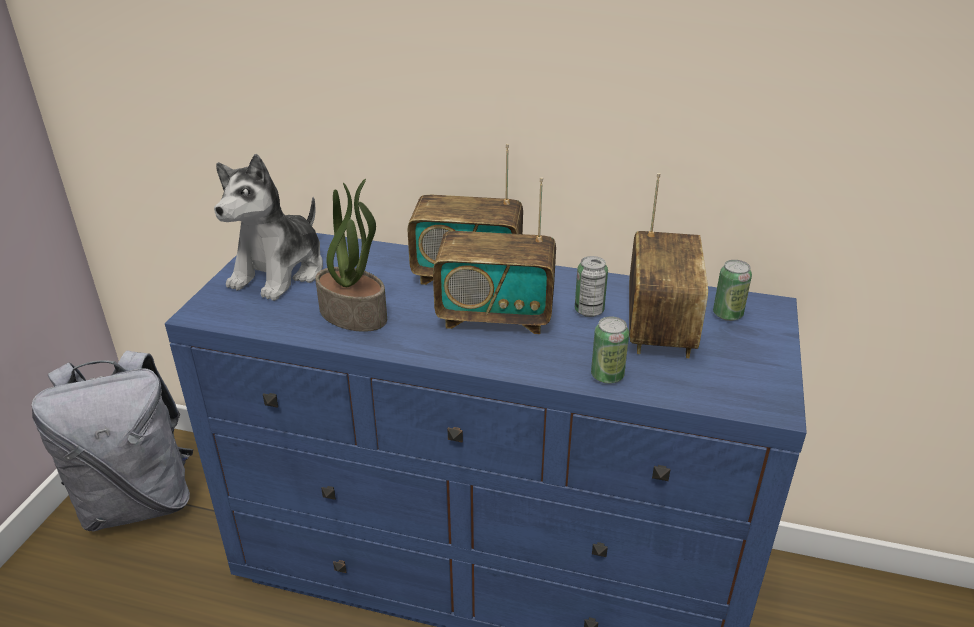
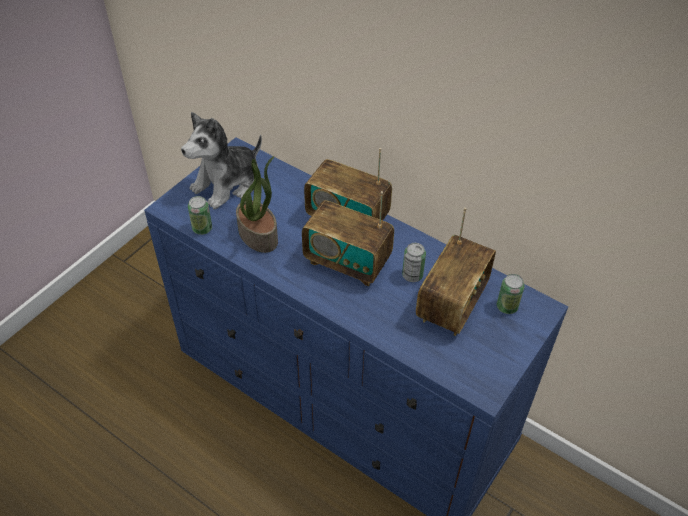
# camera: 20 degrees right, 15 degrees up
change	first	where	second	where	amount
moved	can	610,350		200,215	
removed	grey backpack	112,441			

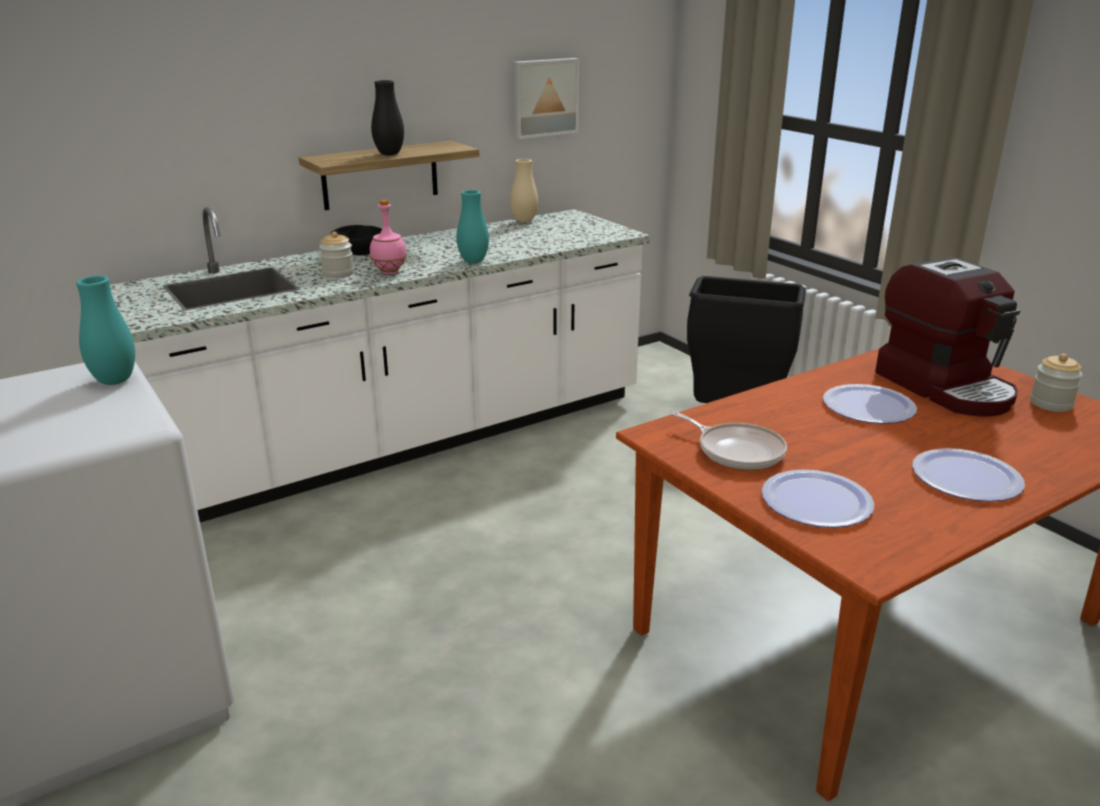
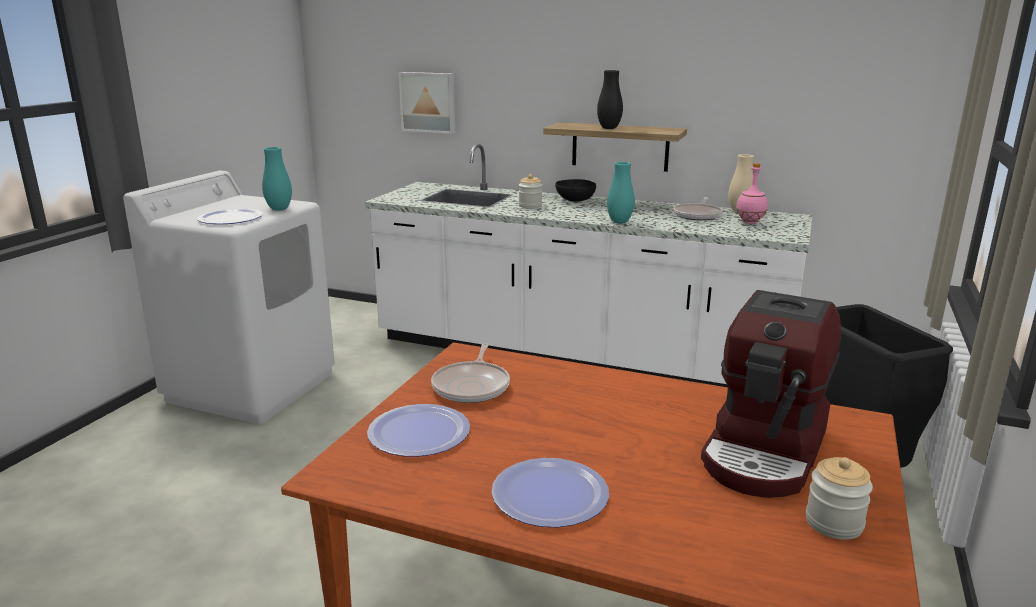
# camera: 55 degrees right, 5 degrees down
change	first	where	second	where	amount
moved	picture	546,98		427,103	
moved	pink bottle	388,237		752,193	
moved	plate	870,404		230,216	
added			frying pan	697,208	

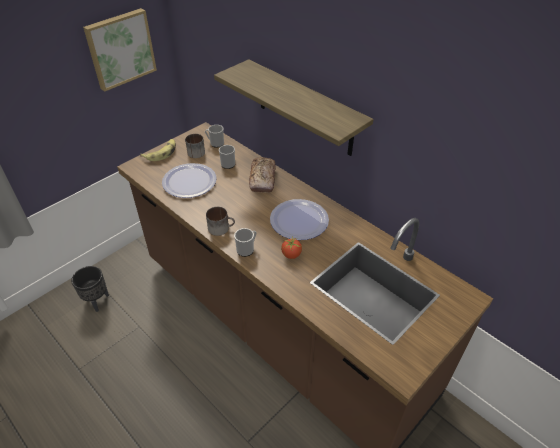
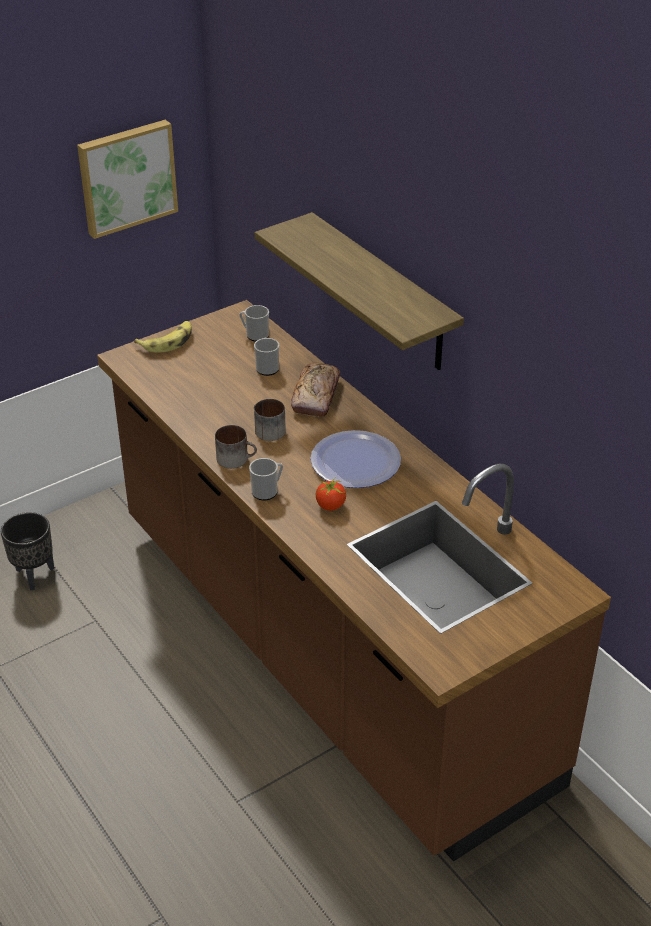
# camera: 10 degrees right, 5 degrees down
change	first	where	second	where	amount
moved	mug	195,146		270,420	
removed	plate	189,180			

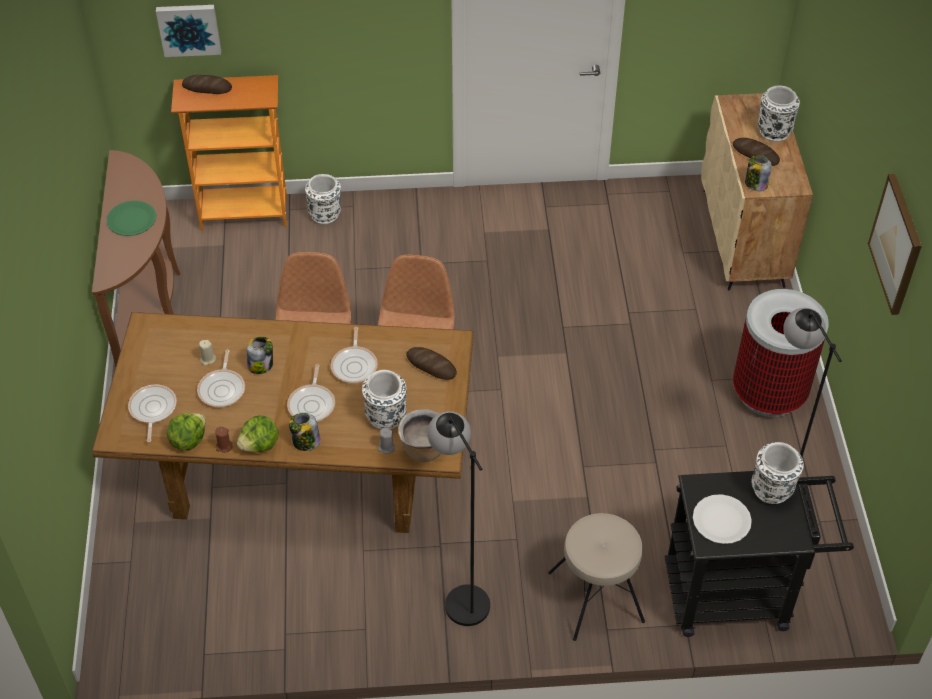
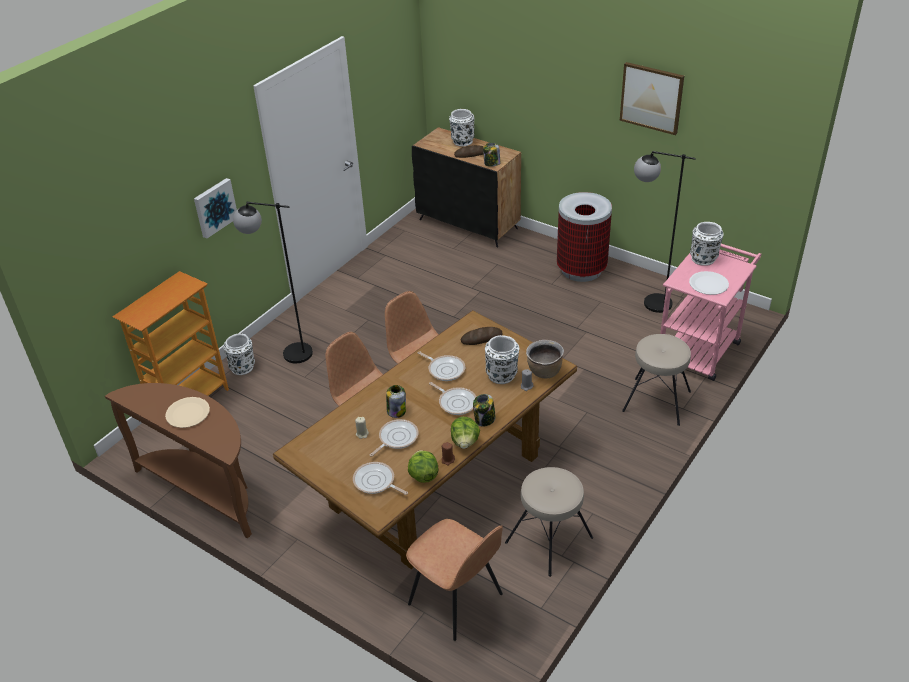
# camera: 50 degrees left, 10 degrees down
change	first	where	second	where	amount
moved	picture	188,31		215,208	
removed	bread	207,84			
recoloured	beige cabinet	757,192	black cabinet	466,187	
recoloured	green plate	131,218	beige plate	187,412	
turned	frying pan	221,378		394,437	90 degrees counterclockwise
moved	black floor lamp	458,518		273,282	
recoloured	black cart	759,554	pink cart	710,312	
added			beige stool	549,522	
added			brown chair	454,580	

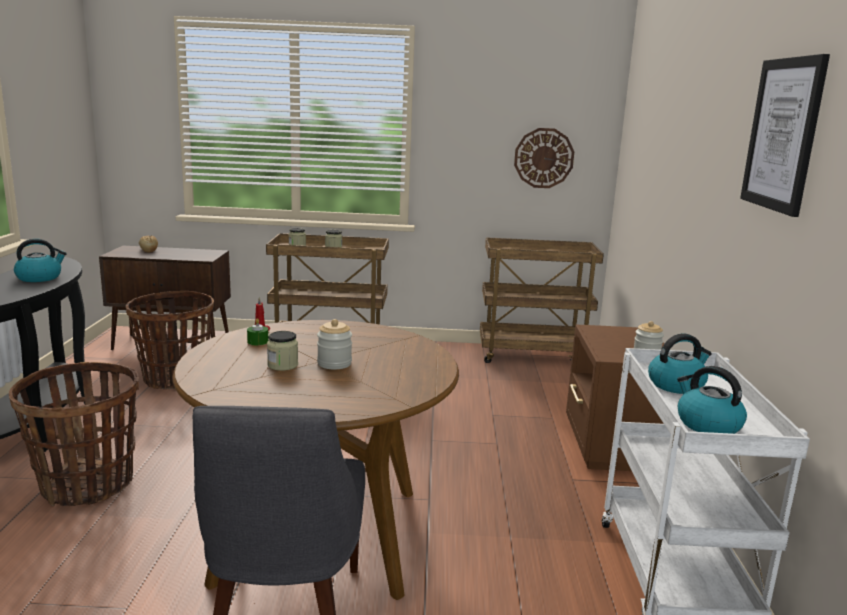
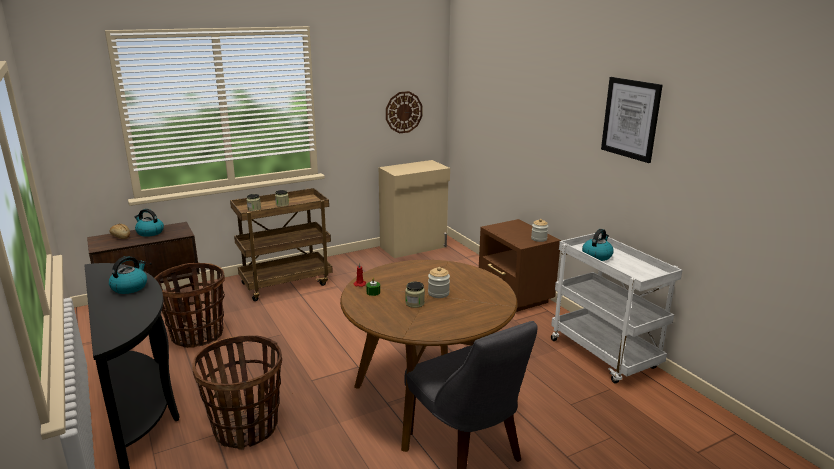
# camera: 30 degrees left, 5 degrees up
change	first	where	second	where	amount
replaced	brown cart	542,300	beige cabinet	414,209	
moved	kettle	712,400		149,223	

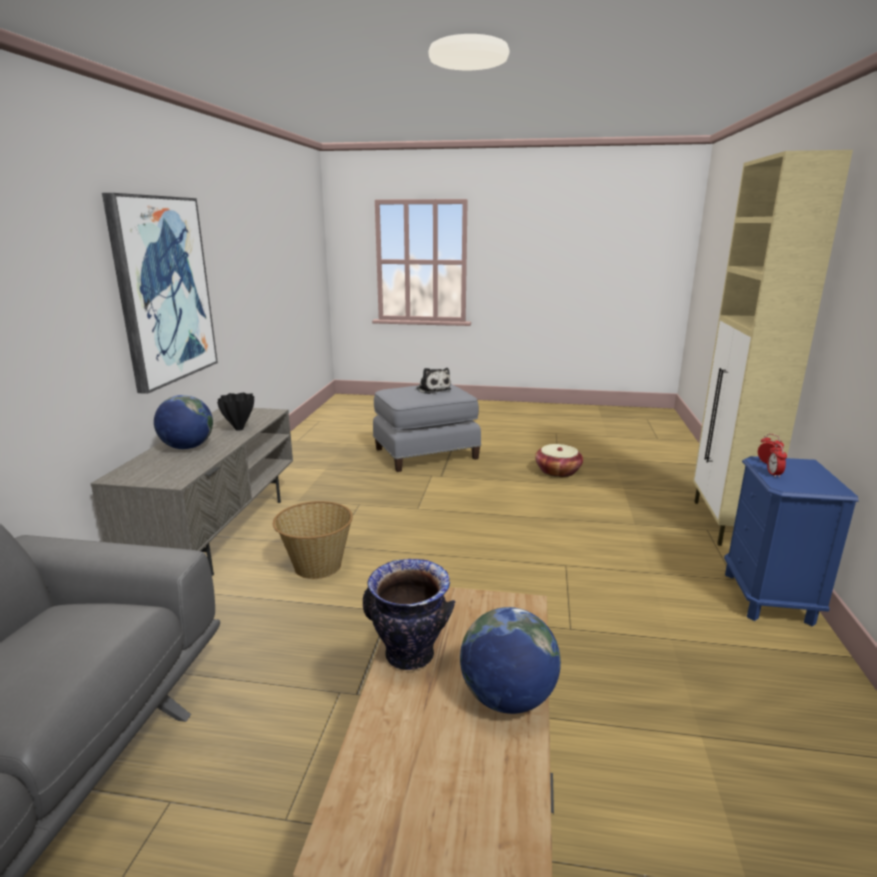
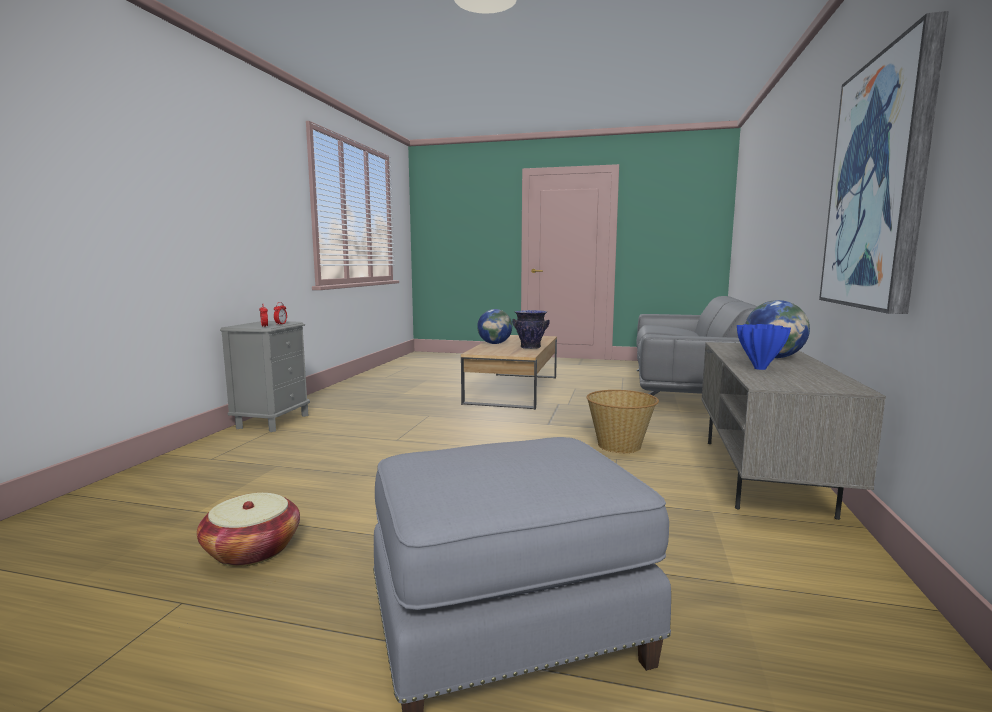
# camera: 175 degrees left, 10 degrees down
change	first	where	second	where	amount
removed	beige cabinet	773,348			
removed	plush toy	434,381			
recoloured	black vase	235,412	blue vase	764,347	
recoloured	blue nightstand	791,541	grey nightstand	265,376	

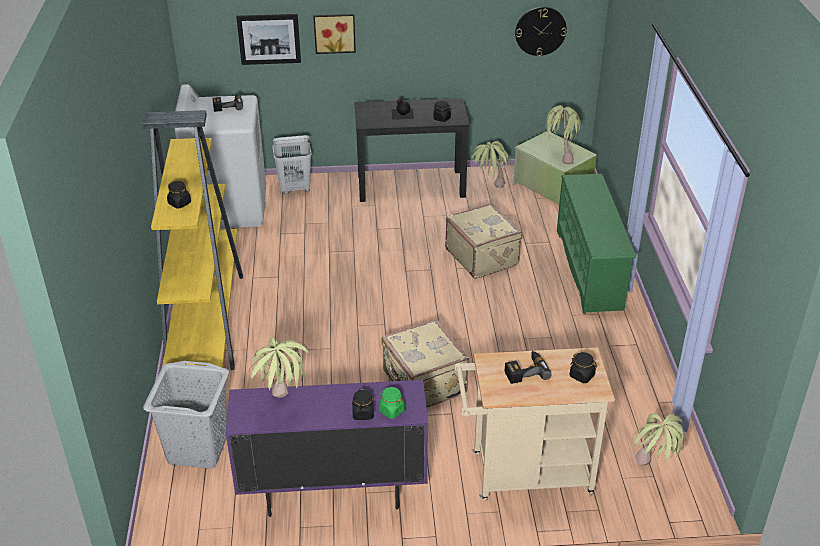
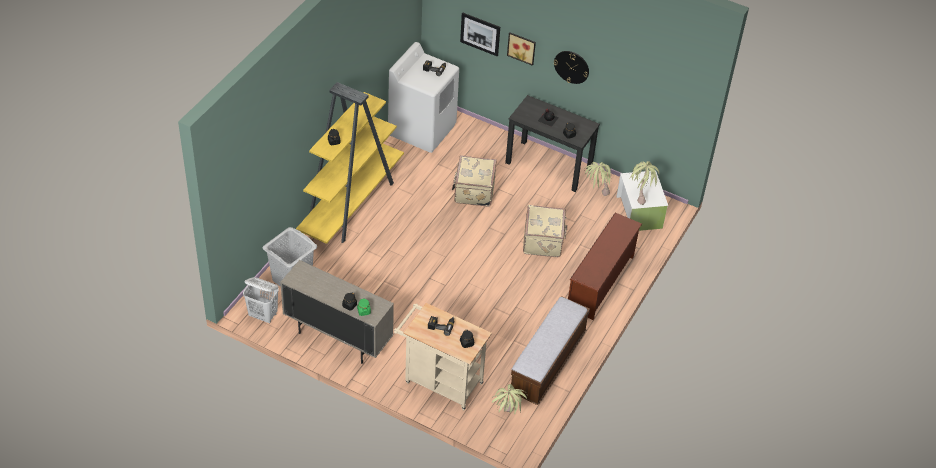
# camera: 30 degrees right, 10 degrees up
change	first	where	second	where	amount
moved	wall clock	541,31		571,67	
recoloured	green storage box	555,167	white storage box	642,200	
moved	white laundry basket	292,164		261,300	
recoloured	green shoe rack	596,244	brown shoe rack	605,266	
moved	beige suitcase	425,363		474,181	
removed	potted plant	279,367			
recoloured	purple cabinet	326,448	beige cabinet	337,312	
added			bench	550,350	

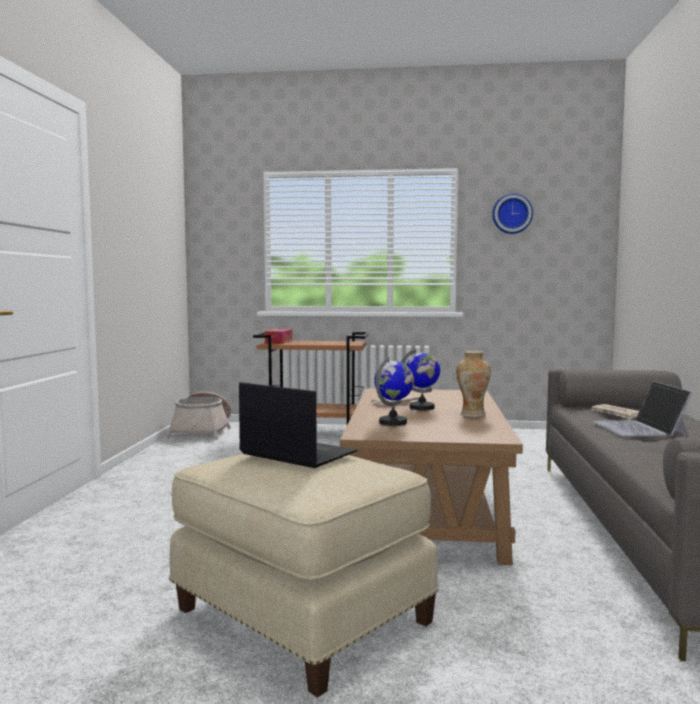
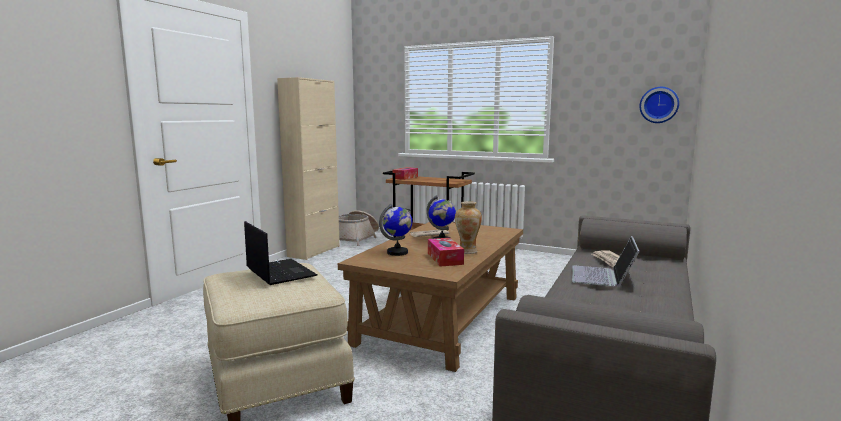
# camera: 20 degrees right, 5 degrees up
change	first	where	second	where	amount
moved	wall clock	512,213		659,105	
added			beige cabinet	308,168	
added			tissue box	446,252	

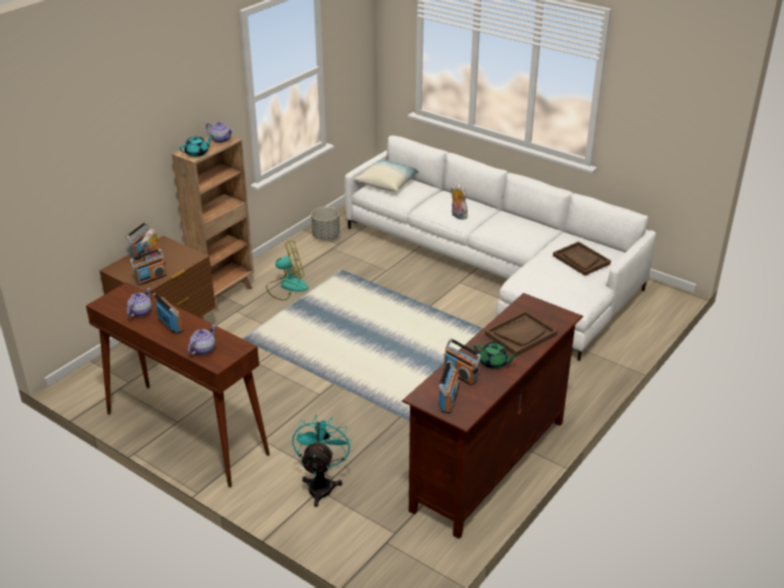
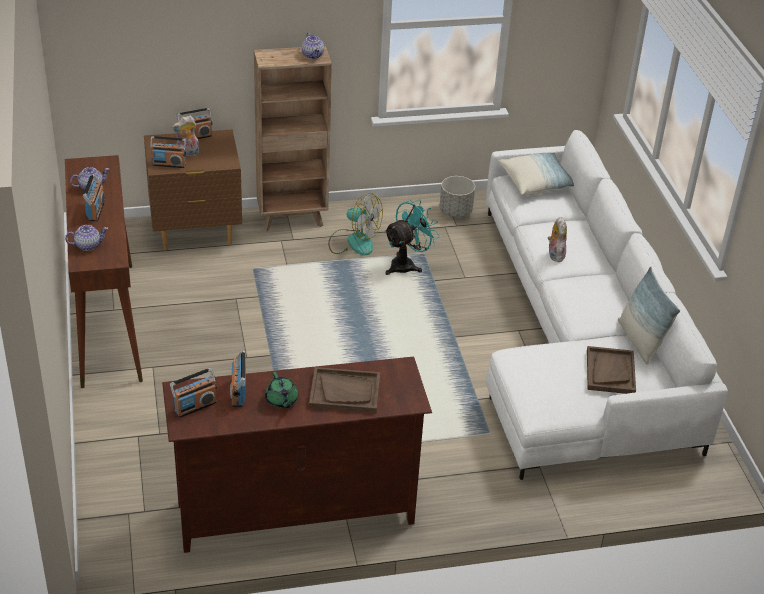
# camera: 40 degrees right, 5 degrees up
change	first	where	second	where	amount
removed	turquoise teapot	196,146			
moved	turquoise fan	322,461		412,237	
added			pillow	649,315	

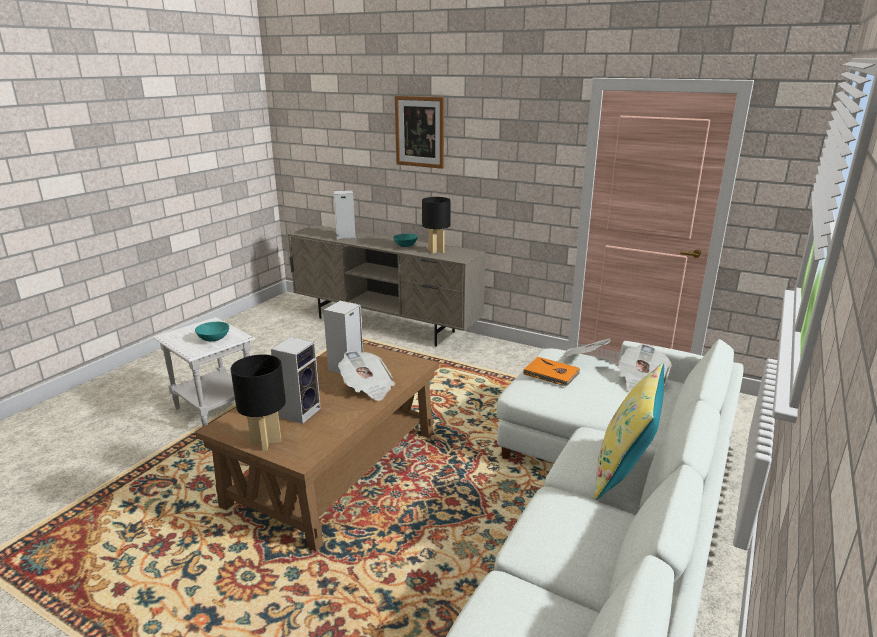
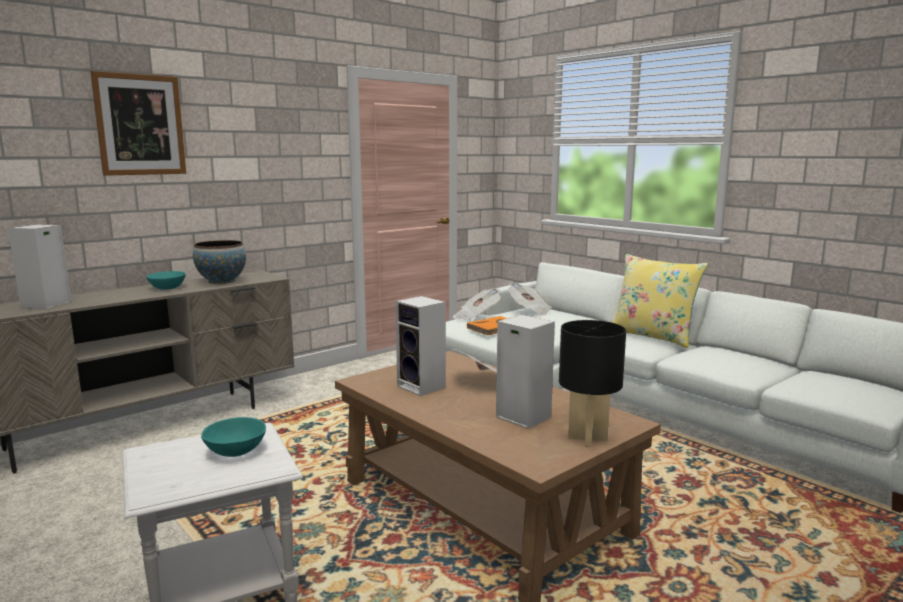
# camera: 70 degrees left, 10 degrees down
change	first	where	second	where	amount
replaced	black table lamp	436,225	bowl	219,262	

